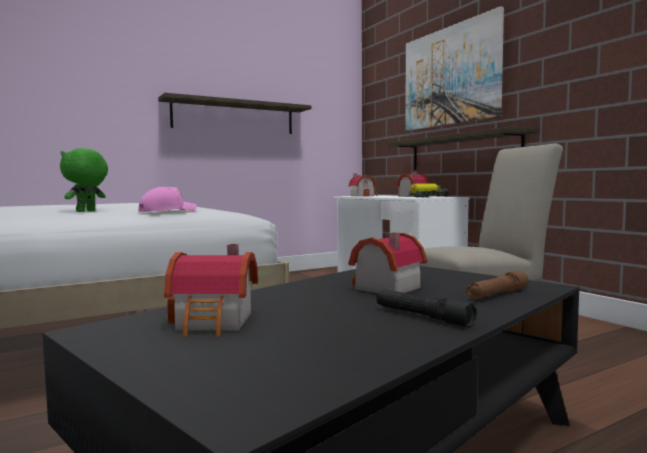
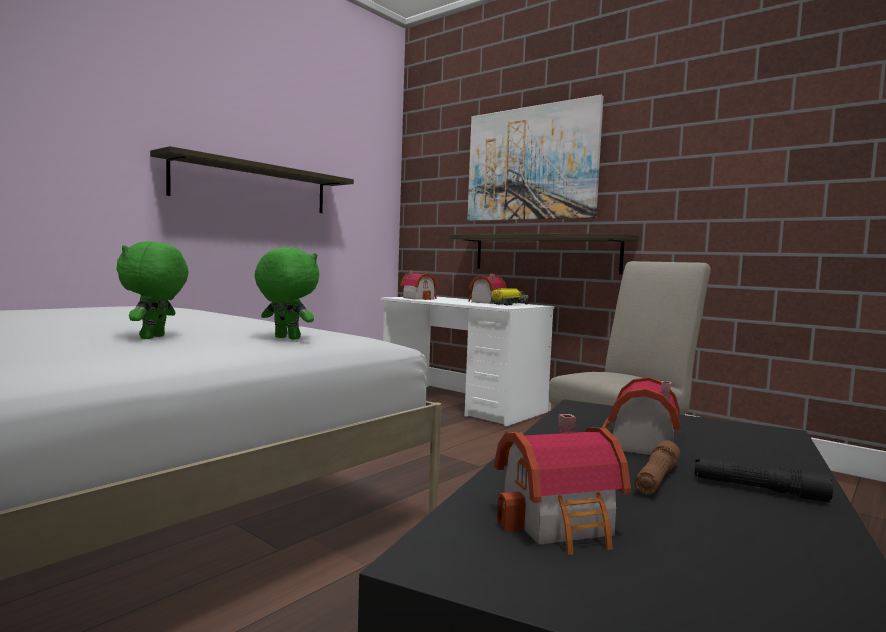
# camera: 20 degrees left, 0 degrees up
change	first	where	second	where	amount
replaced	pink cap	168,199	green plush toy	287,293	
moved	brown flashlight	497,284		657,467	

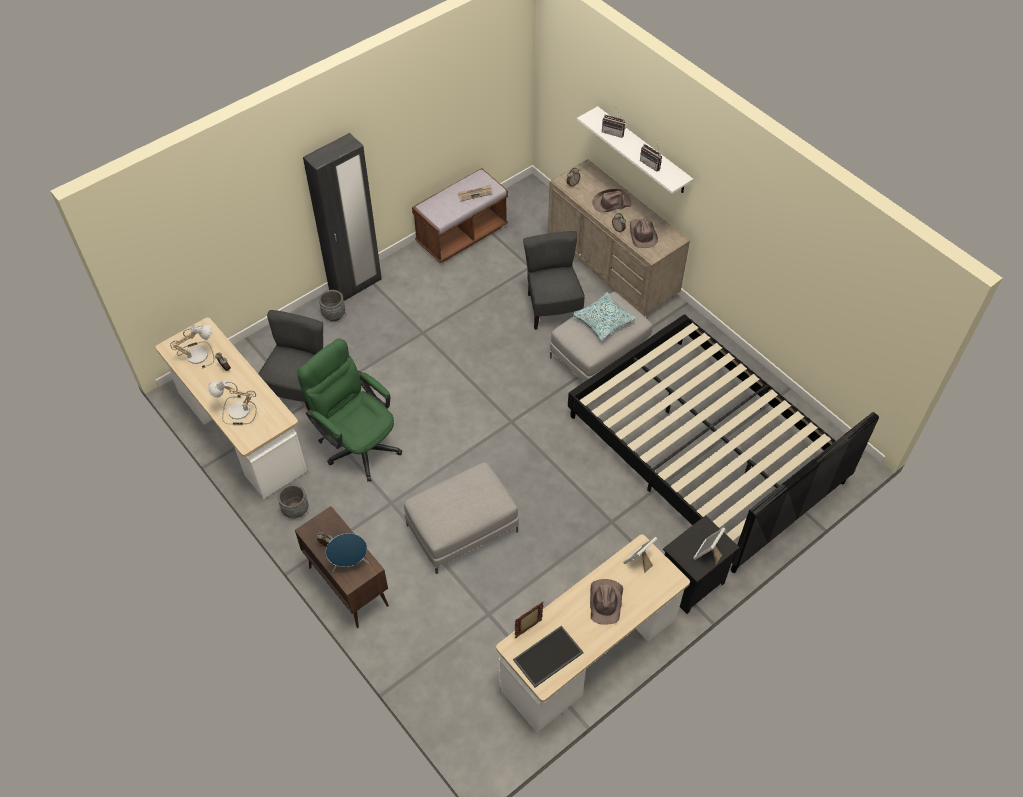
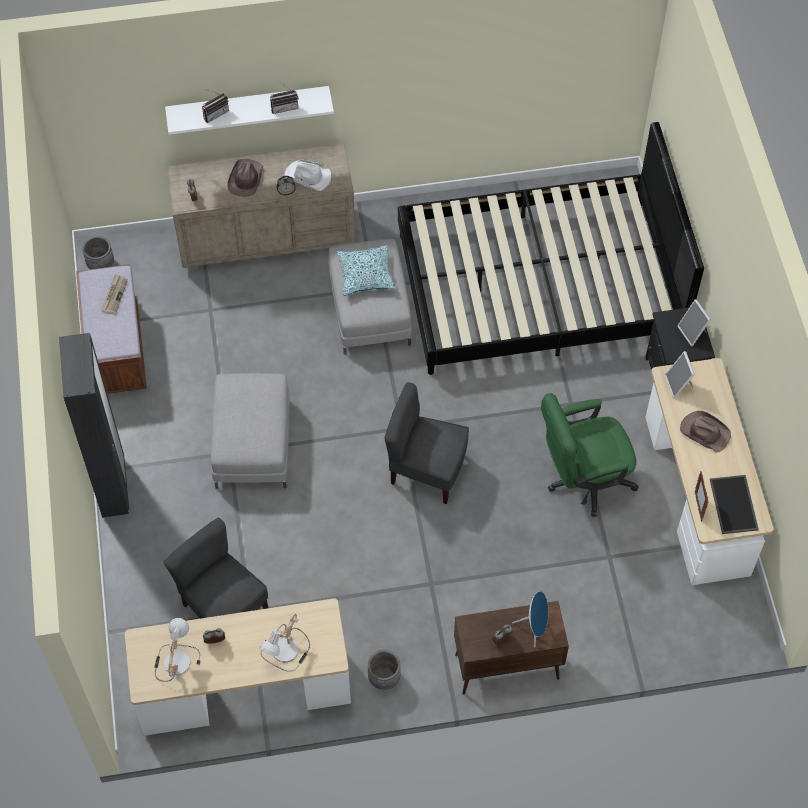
# camera: 60 degrees left, 5 degrees up
change	first	where	second	where	amount
recoloured	brown hat	644,233	white hat	307,175	
moved	grey chair	554,280		426,443	
moved	grey planter	332,305		98,252	
moved	green office chair	349,409		590,455	
moved	grey ottoman	461,518		250,431	

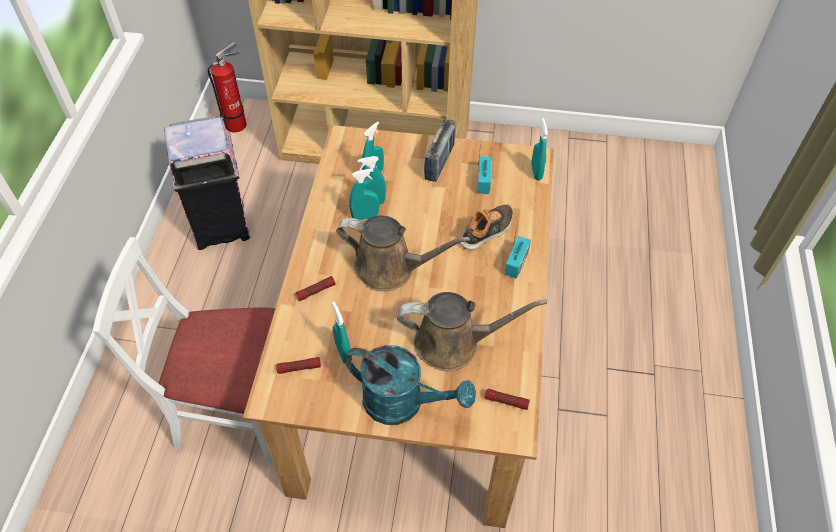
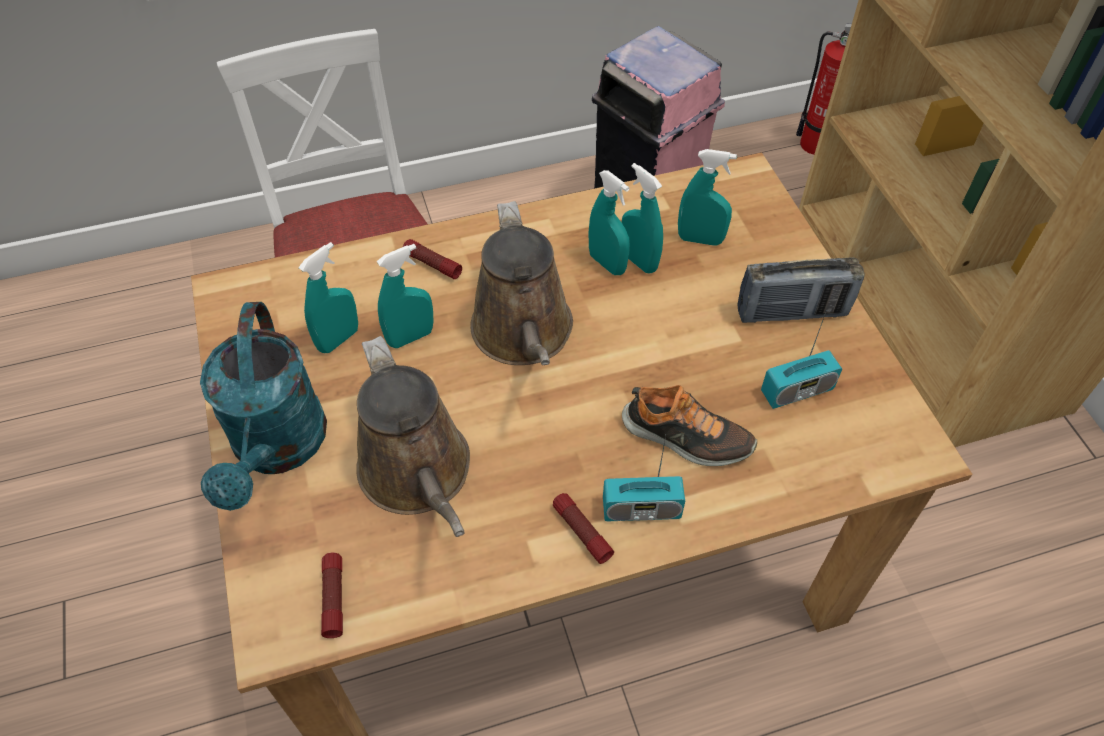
# camera: 65 degrees right, 0 degrees up
change	first	where	second	where	amount
moved	turquoise spray bottle	539,149		405,296	
moved	flashlight	298,365		583,528	

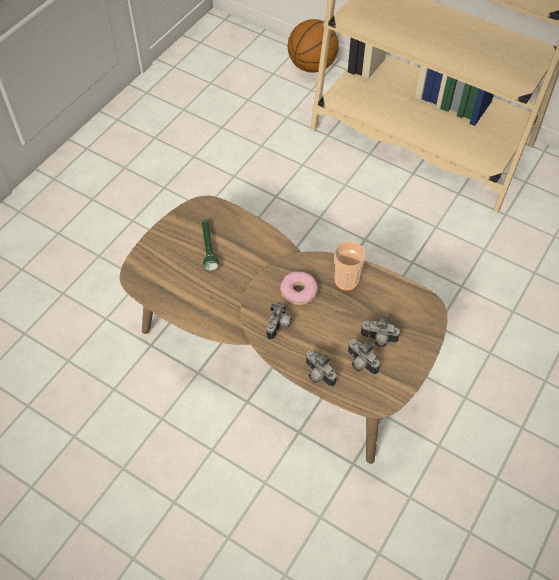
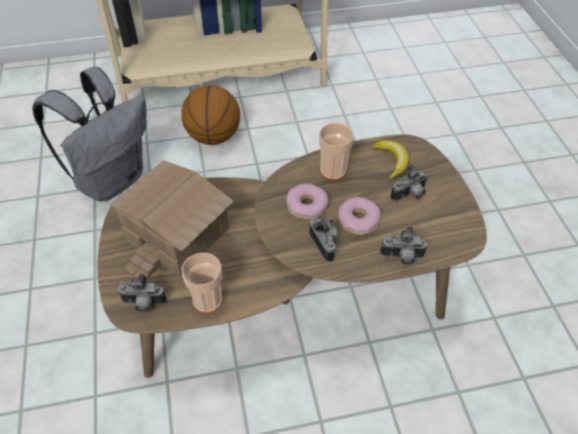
# camera: 45 degrees left, 5 degrees down
change	first	where	second	where	amount
moved	basketball	313,46		210,115	
replaced	green flashlight	210,245	toy house	172,220	
moved	photo camera	364,357		142,293	
added			grey backpack	89,134	
added			banana	391,160	
added			donut	359,216	
added			cup	202,283	

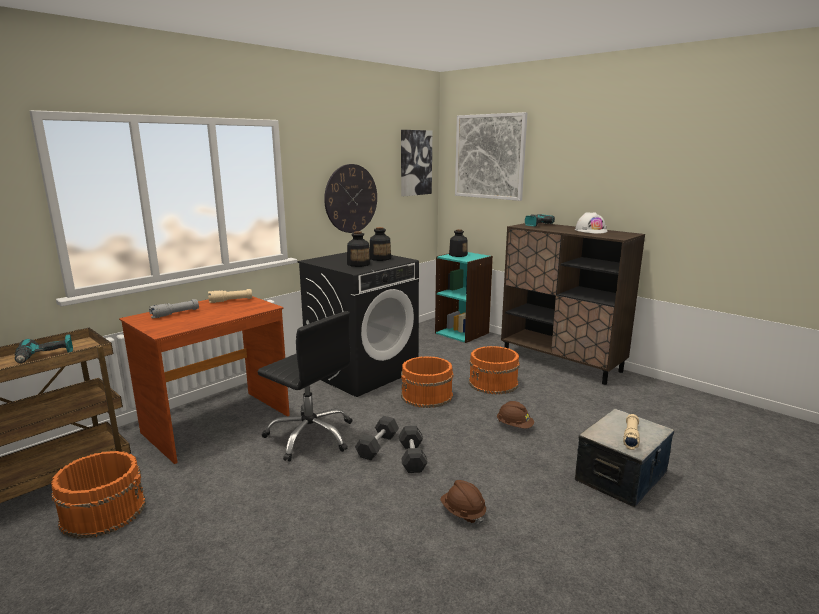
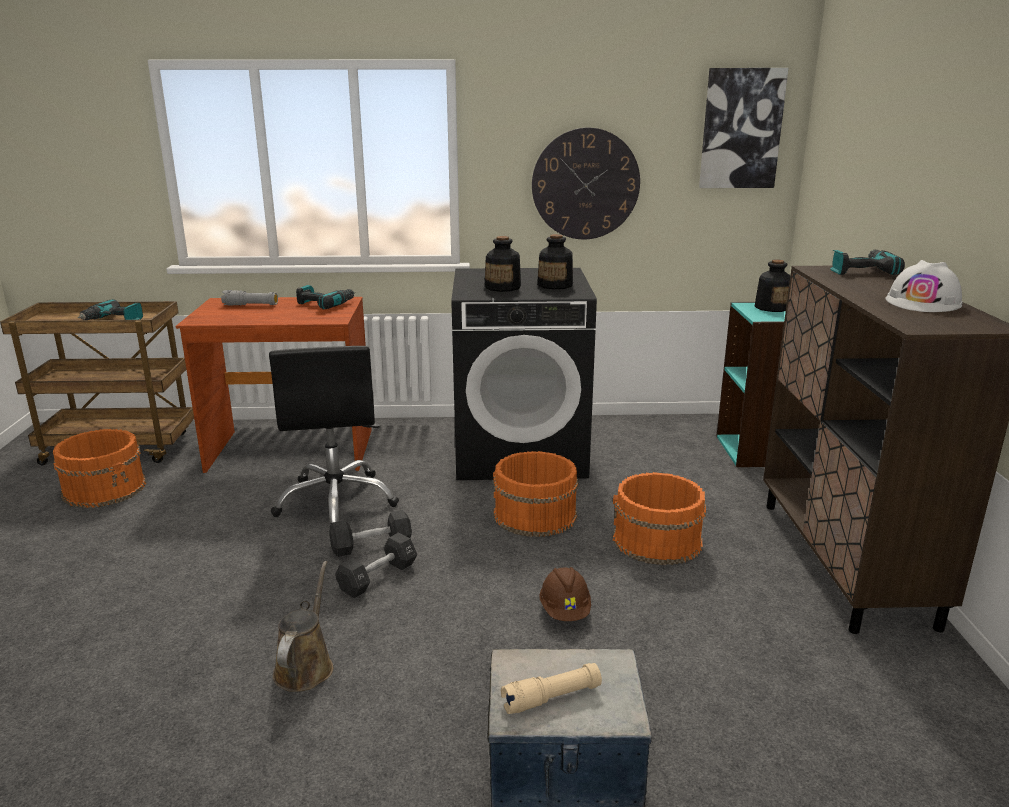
# camera: 45 degrees right, 5 degrees up
change	first	where	second	where	amount
removed	picture	491,156			
replaced	beige flashlight	230,296	power drill	325,297	
replaced	brown hard hat	463,502	brown watering can	303,626	

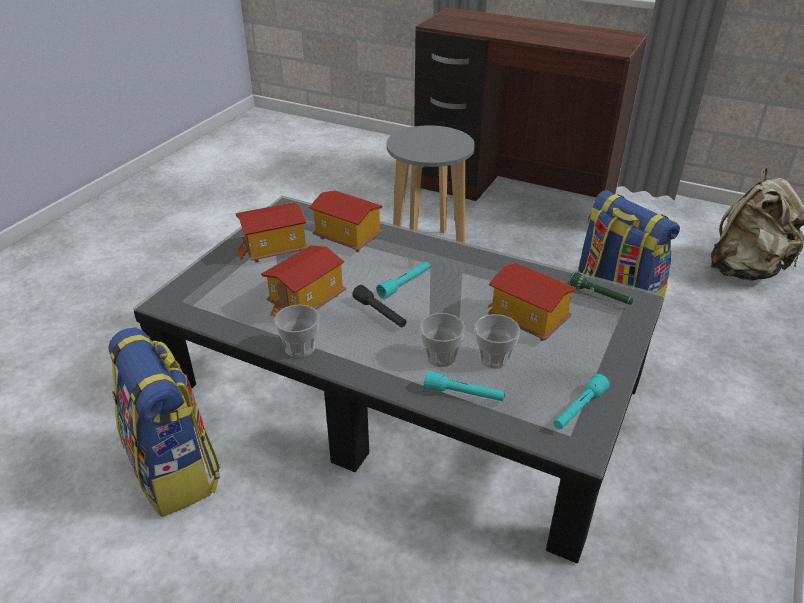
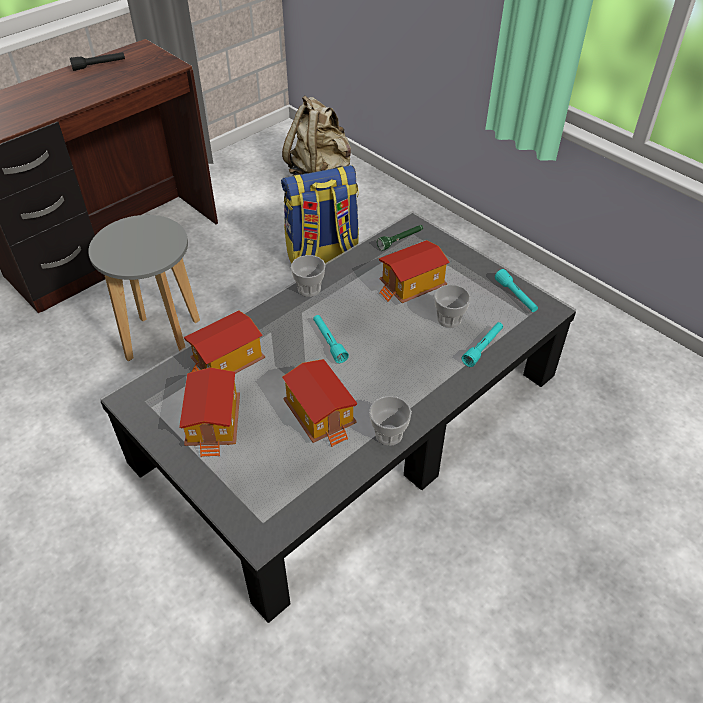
# camera: 70 degrees left, 10 degrees up
change	first	where	second	where	amount
moved	black flashlight	379,306		97,61	
moved	cup	442,340		308,276	
removed	backpack	164,422			

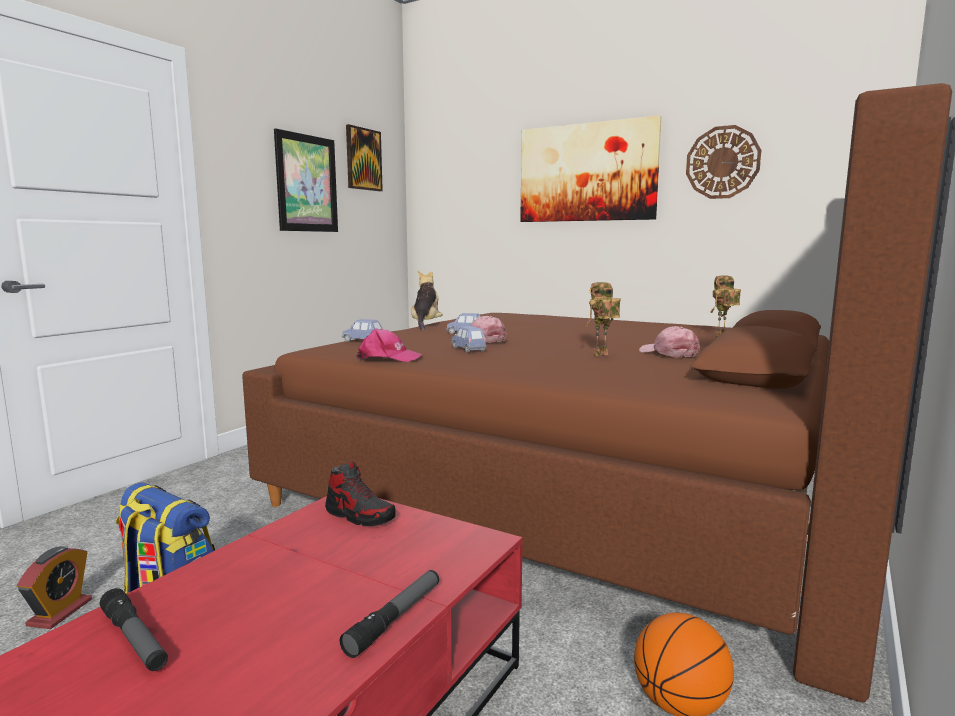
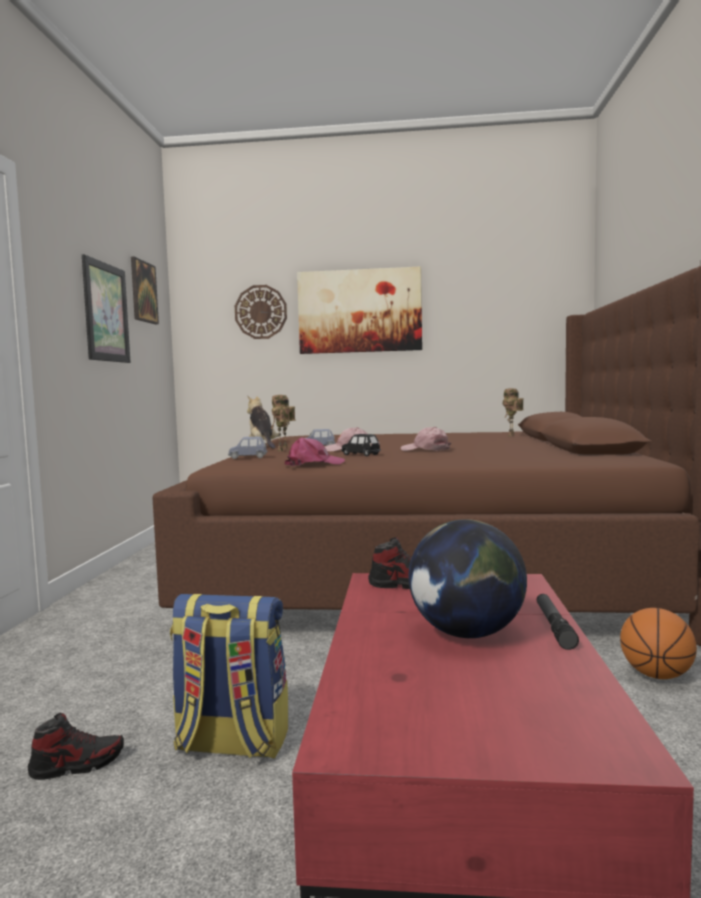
# camera: 25 degrees left, 5 degrees down
change	first	where	second	where	amount
moved	wall clock	723,162		261,312	
moved	toy robot	603,319		283,423	
recoloured	blue toy car	468,339	black toy car	361,445	
moved	pink cap	669,341		426,439	
replaced	alarm clock	54,587	shoe	76,746	
removed	flashlight	134,629			
added			globe	468,578	

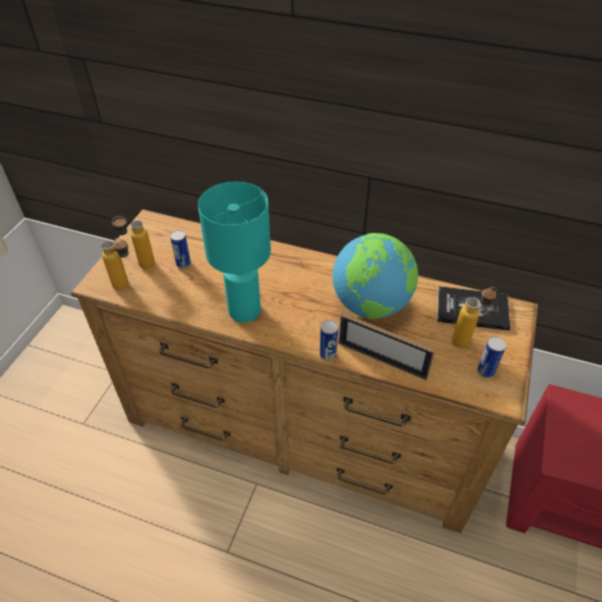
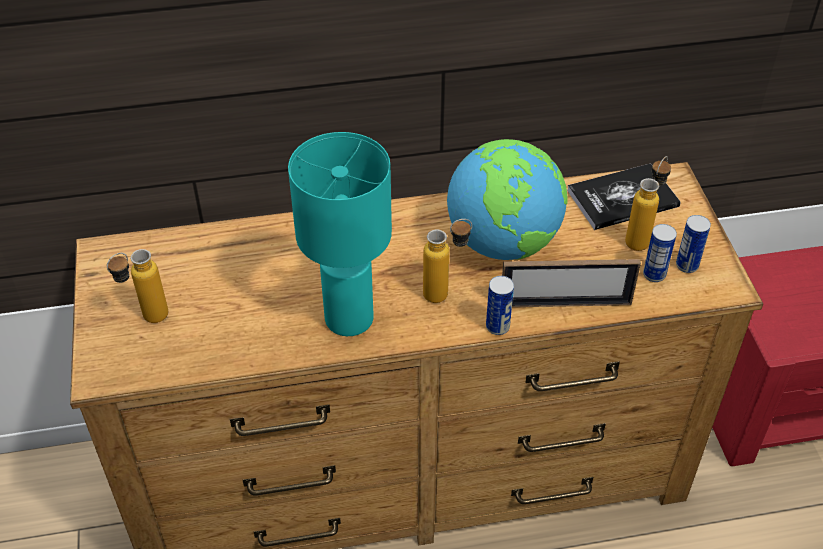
# camera: 30 degrees left, 0 degrees up
change	first	where	second	where	amount
moved	can	180,249		660,253	
moved	bottle	115,264		447,261	

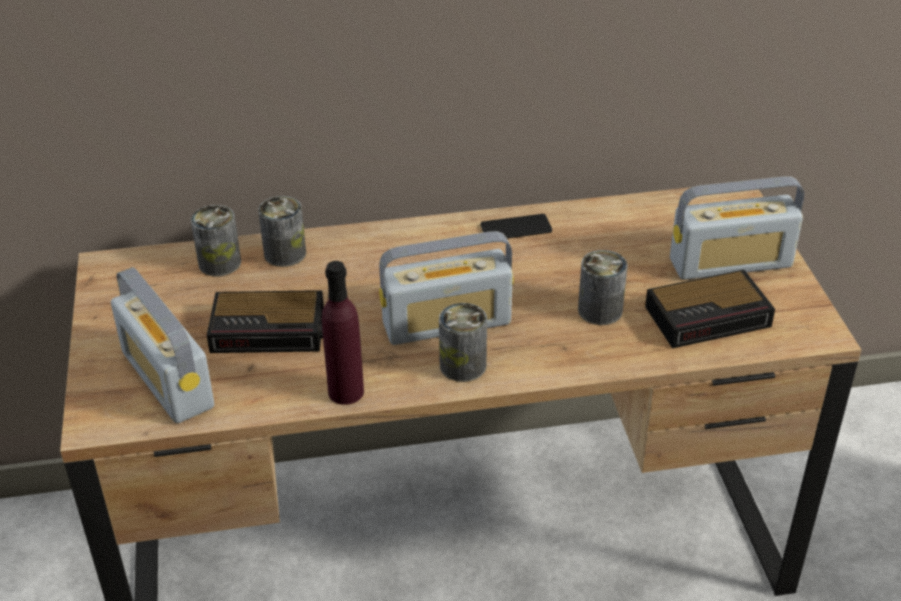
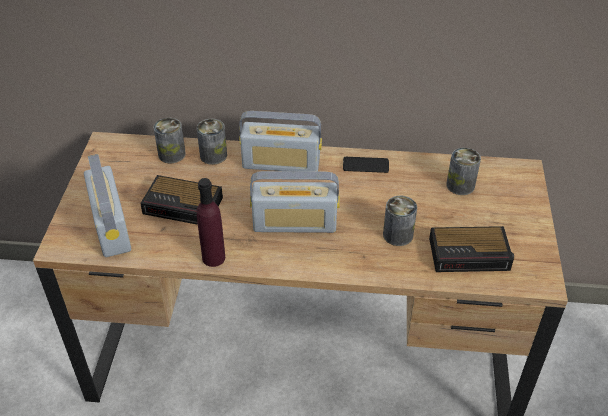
# camera: 15 degrees right, 5 degrees up
change	first	where	second	where	amount
moved	radio	737,228		280,141	
moved	can	463,342		463,171	

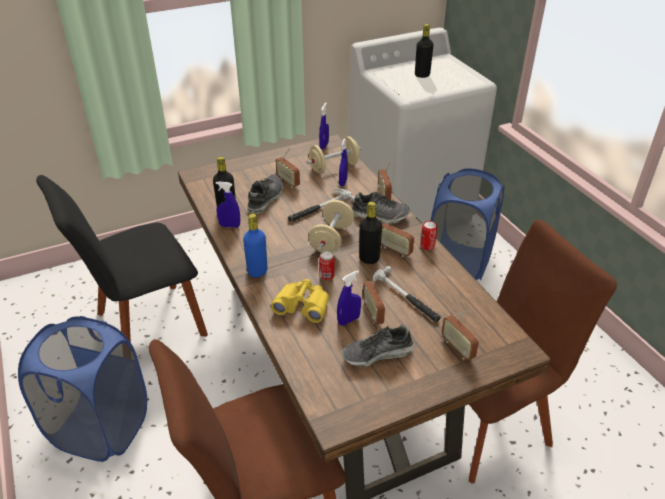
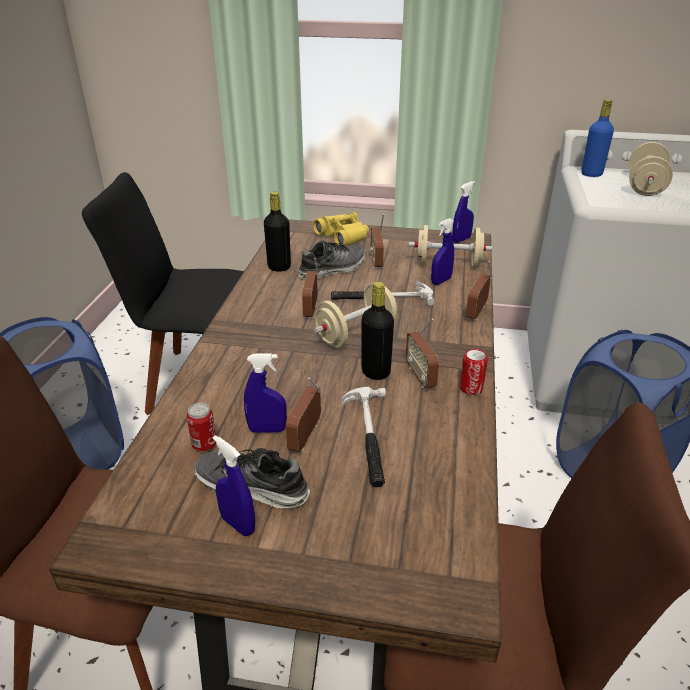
# camera: 35 degrees right, 5 degrees down
change	first	where	second	where	amount
replaced	black bottle	424,51	beige dumbbell	651,169	
moved	blue spray bottle	228,205		234,485	
removed	shoe	381,208			
moved	blue bottle	255,245		597,138	
moved	can	327,265		201,427	
moved	yellow binoculars	300,301		341,229	
moved	radio	460,335		310,288	

